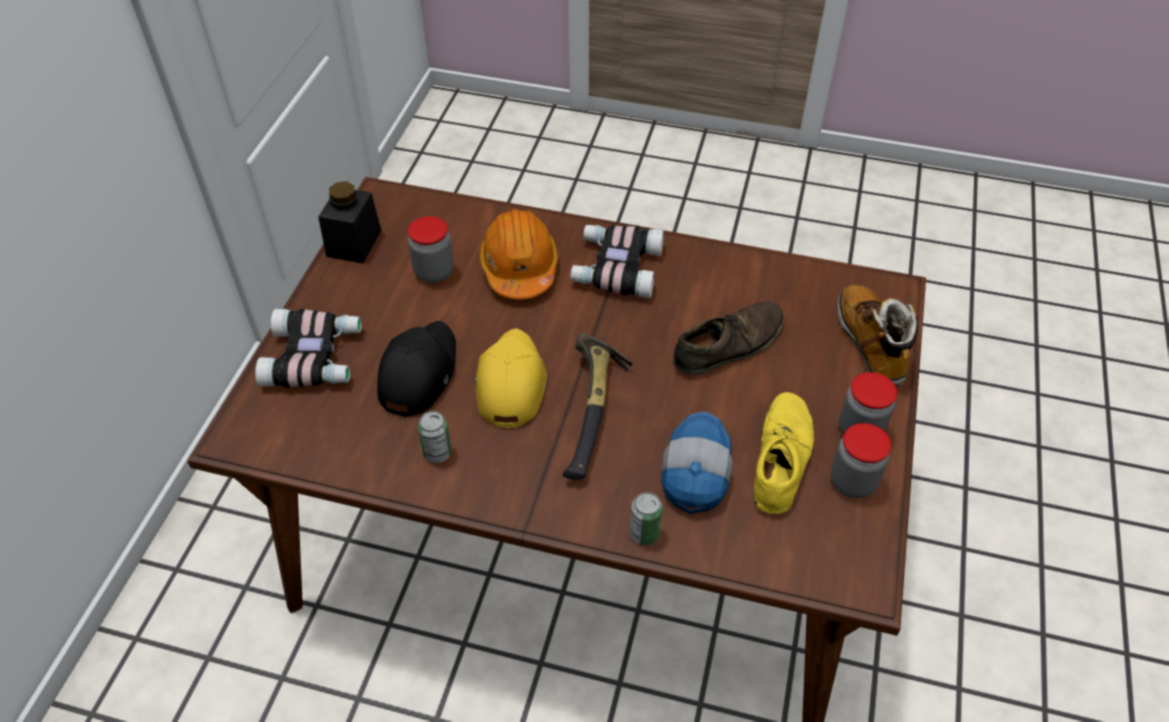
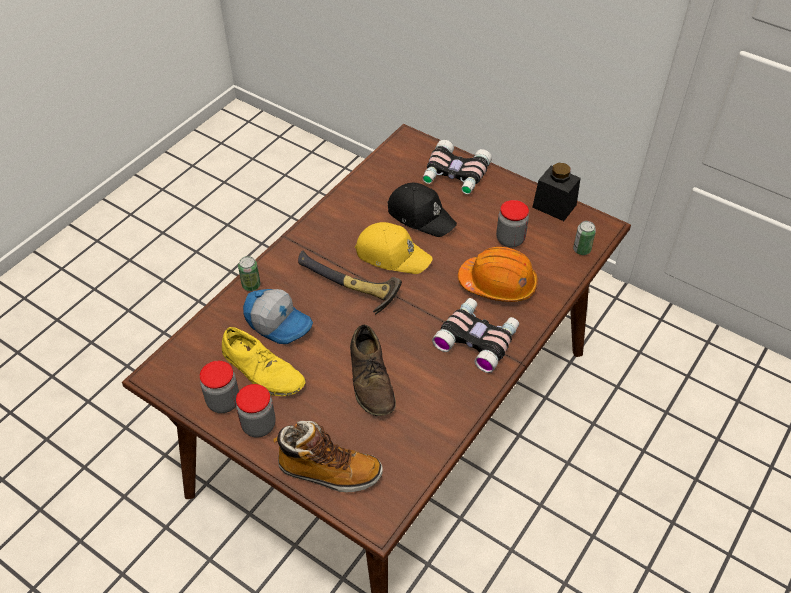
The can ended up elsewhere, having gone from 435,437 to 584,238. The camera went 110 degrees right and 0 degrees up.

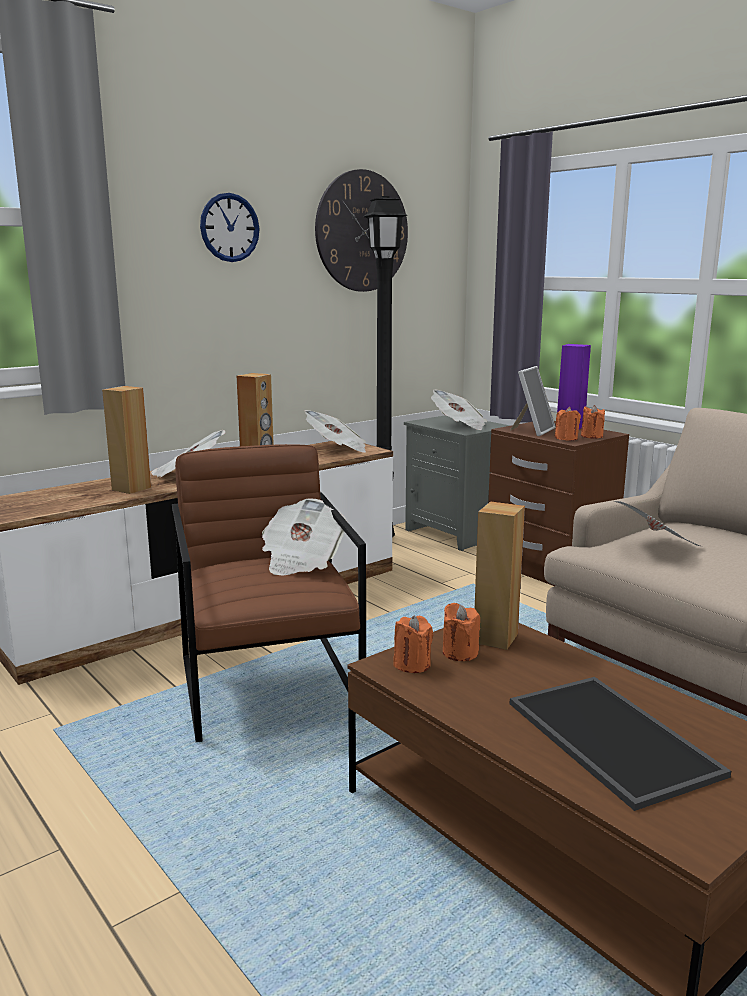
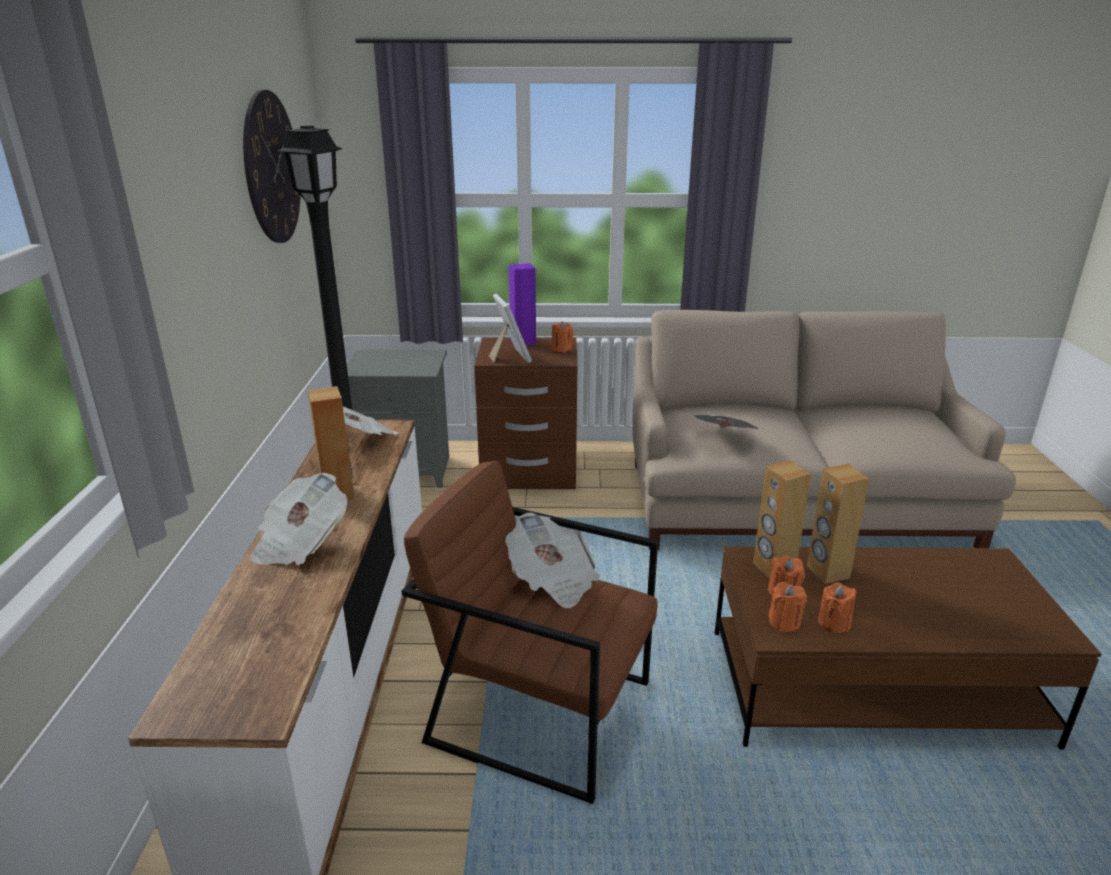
The second view lost the clock on the wall at 229,227. The brown audio speaker ended up elsewhere, having gone from 126,440 to 838,524. The second view lost the printed paper at 459,409. The orange candle ended up elsewhere, having gone from 568,423 to 837,607. The second view lost the serving tray at 620,744. The camera went 50 degrees left and 10 degrees up.

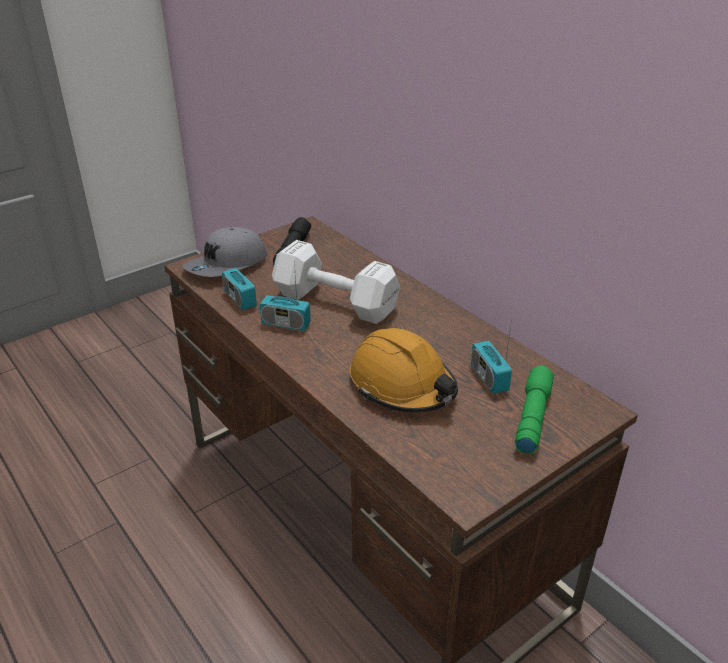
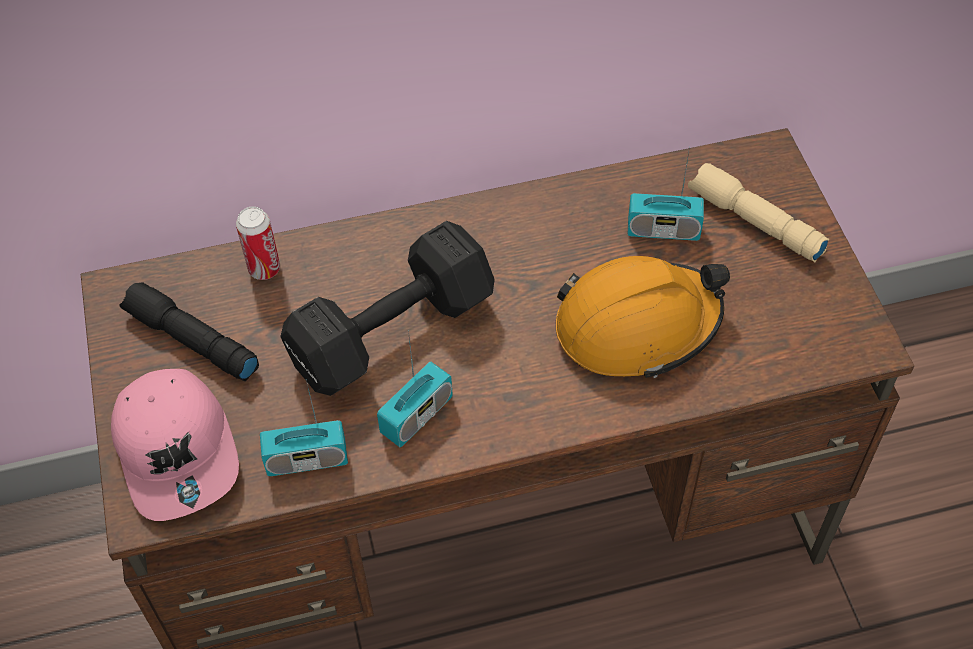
What was the gray peaked cap at 224,252 turned into the pink-coloured peaked cap at 175,445. What was the white-coloured free weight at 336,282 turned into the black free weight at 387,308. What was the greenish hand torch at 534,409 turned into the beige hand torch at 759,212. The second view gained the can at 258,243. The camera went 65 degrees left and 20 degrees up.

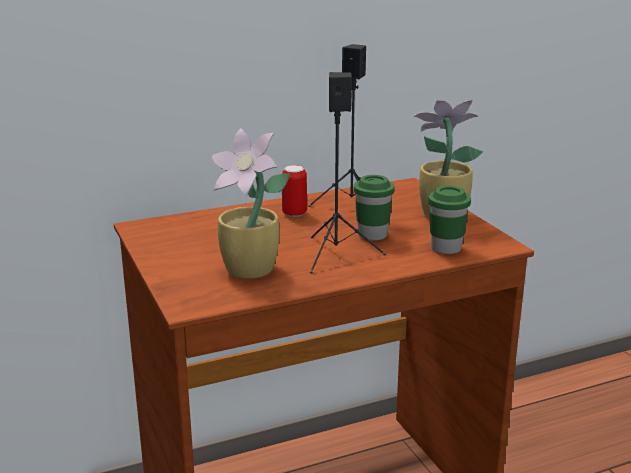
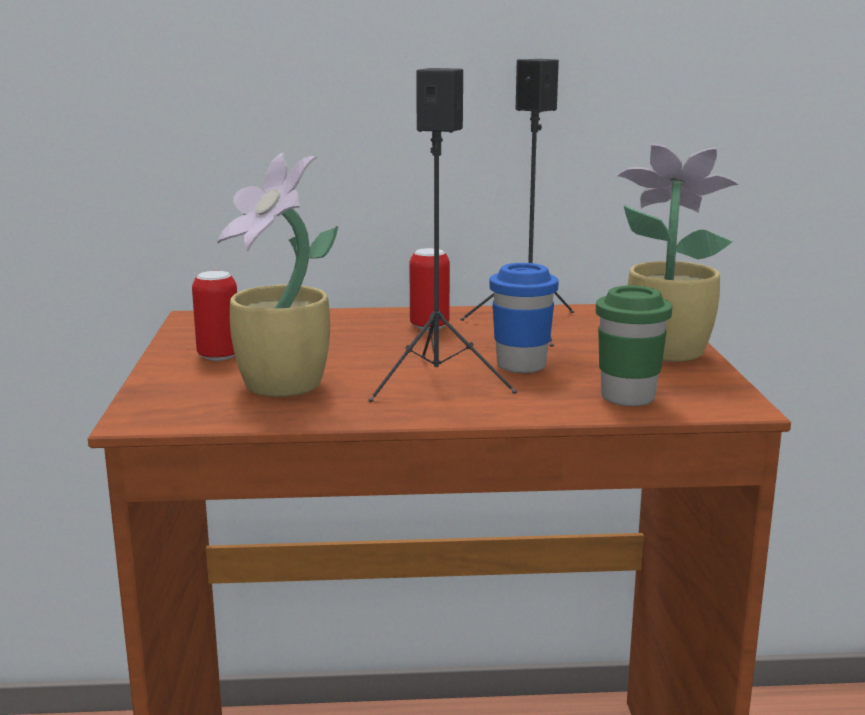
What was the greenish drinking cup at 374,208 turned into the blue-coloured drinking cup at 524,318. The second view gained the can at 214,316. The camera went 20 degrees right and 5 degrees down.

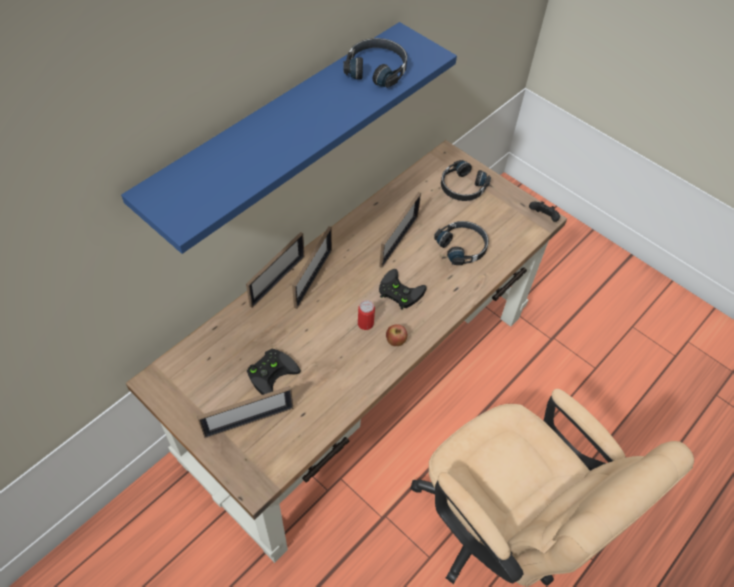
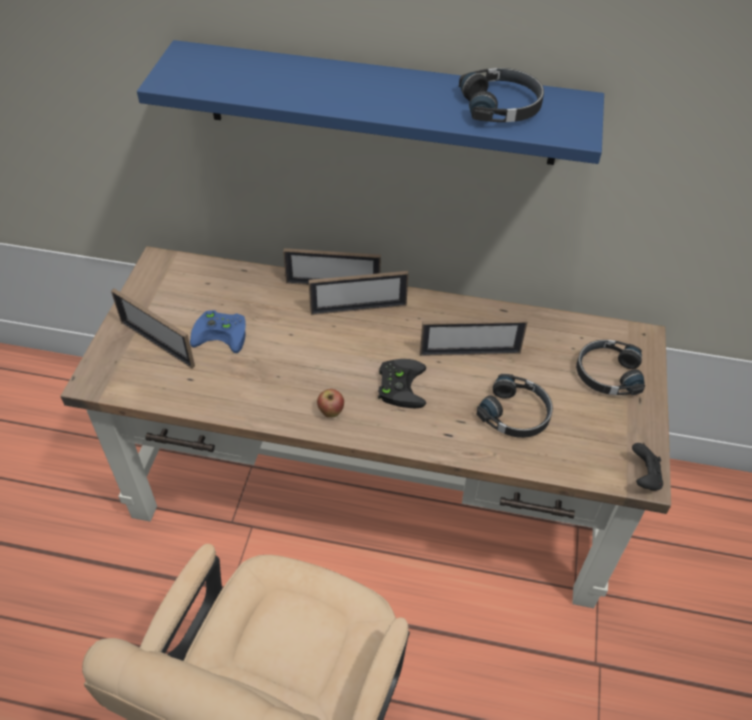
The second view lost the can at 366,315. What was the black game controller at 274,372 turned into the blue-coloured game controller at 218,331. The camera went 60 degrees right and 5 degrees down.

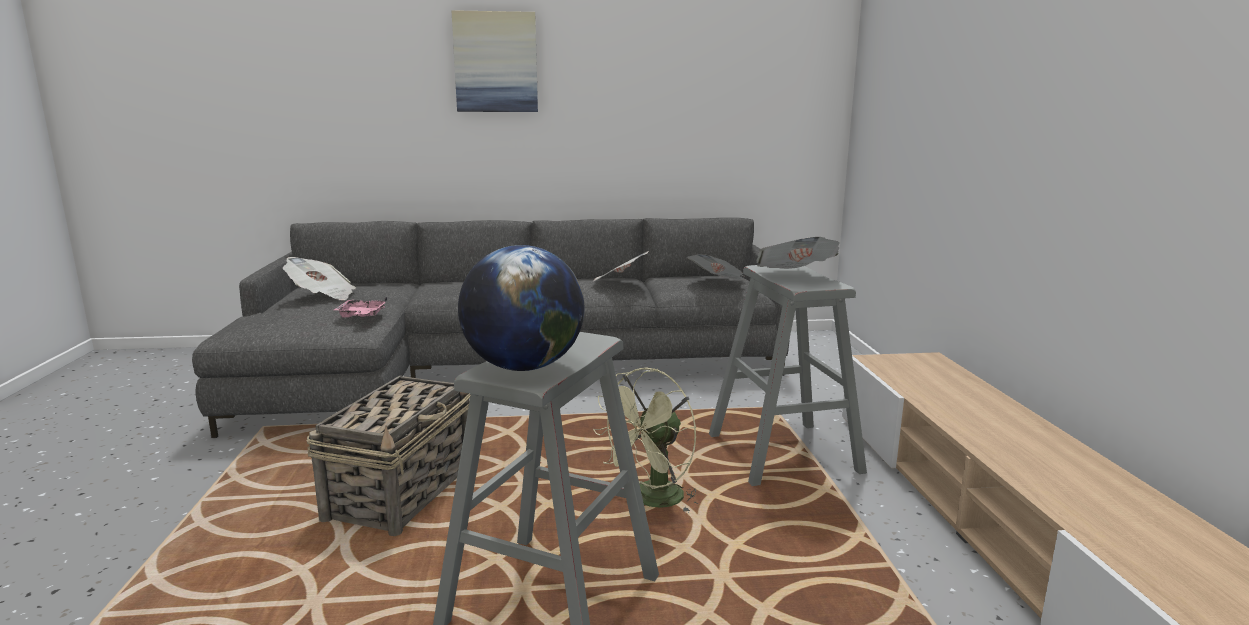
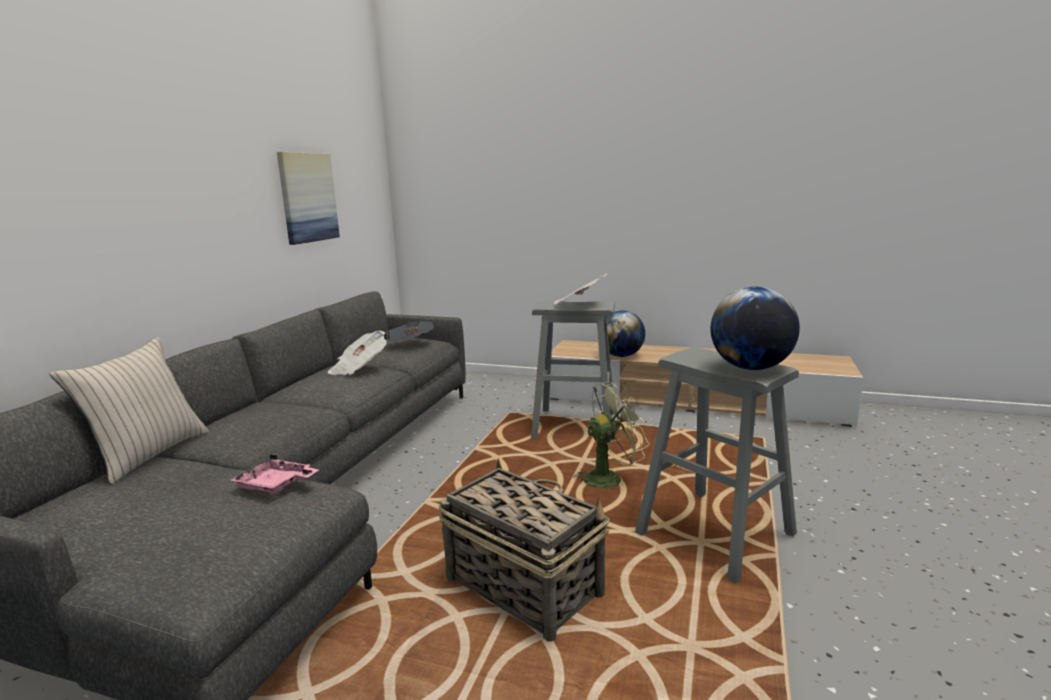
The picture ended up elsewhere, having gone from 494,61 to 308,198. The second view lost the printed paper at 319,278. The greenish cooling fan at 645,440 ended up facing another way, 90 degrees counterclockwise from before. The second view gained the desk globe at 625,333. The second view gained the beige pillow at 129,411. The camera went 65 degrees left and 0 degrees up.

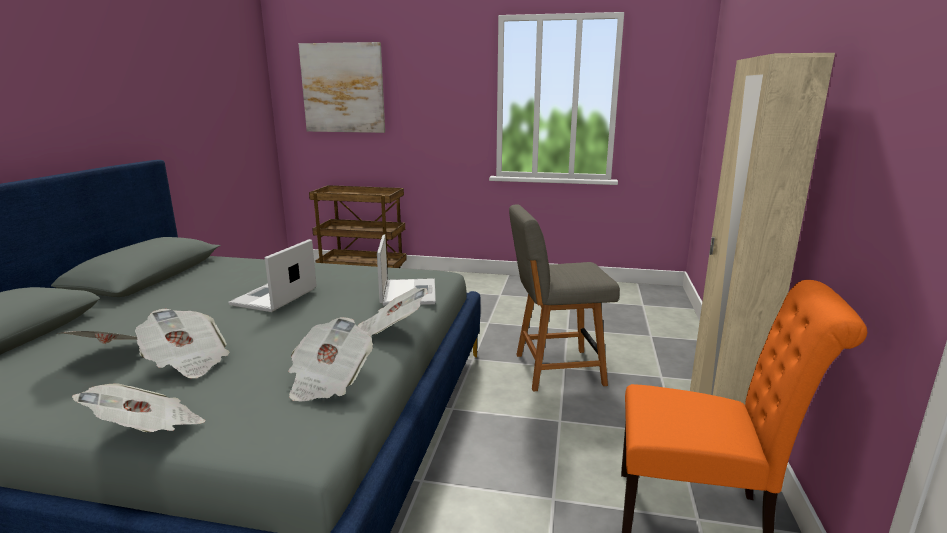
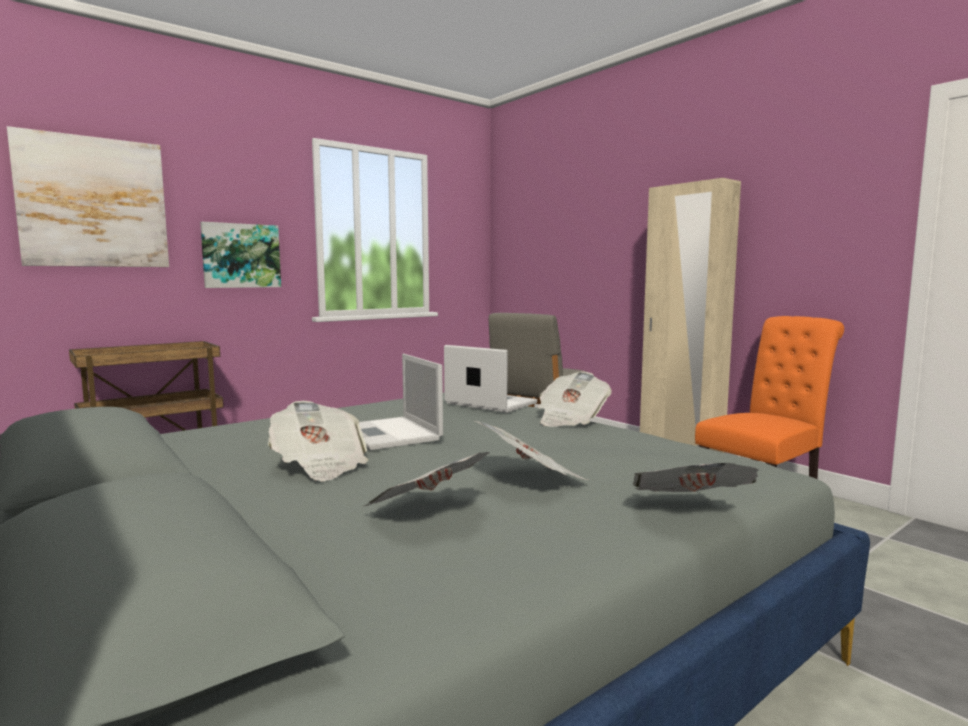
The printed paper ended up elsewhere, having gone from 330,359 to 318,441. The second view gained the picture at 240,255. The camera went 50 degrees left and 10 degrees down.

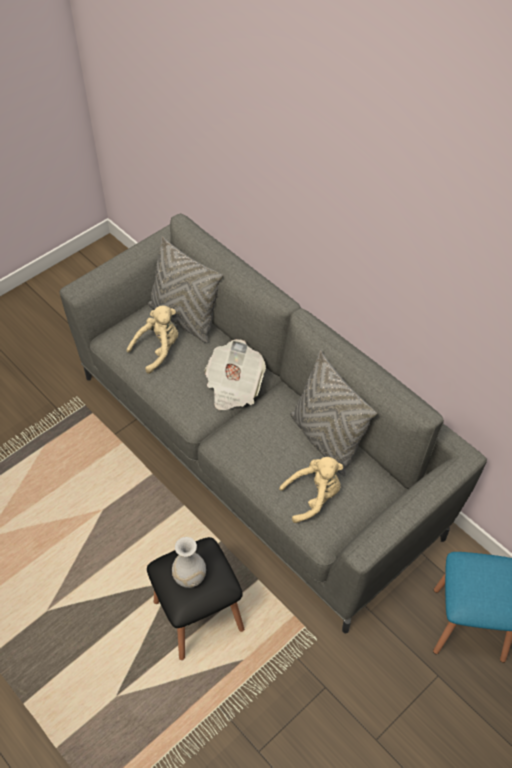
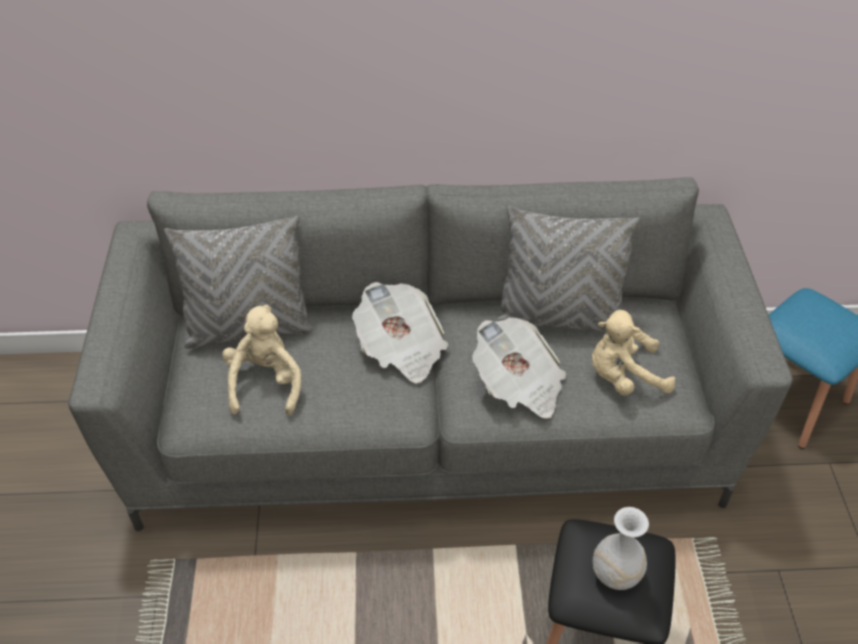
The beige soft toy at 311,490 ended up facing another way, 120 degrees counterclockwise from before. The second view gained the printed paper at 519,368. The camera went 50 degrees left and 5 degrees down.

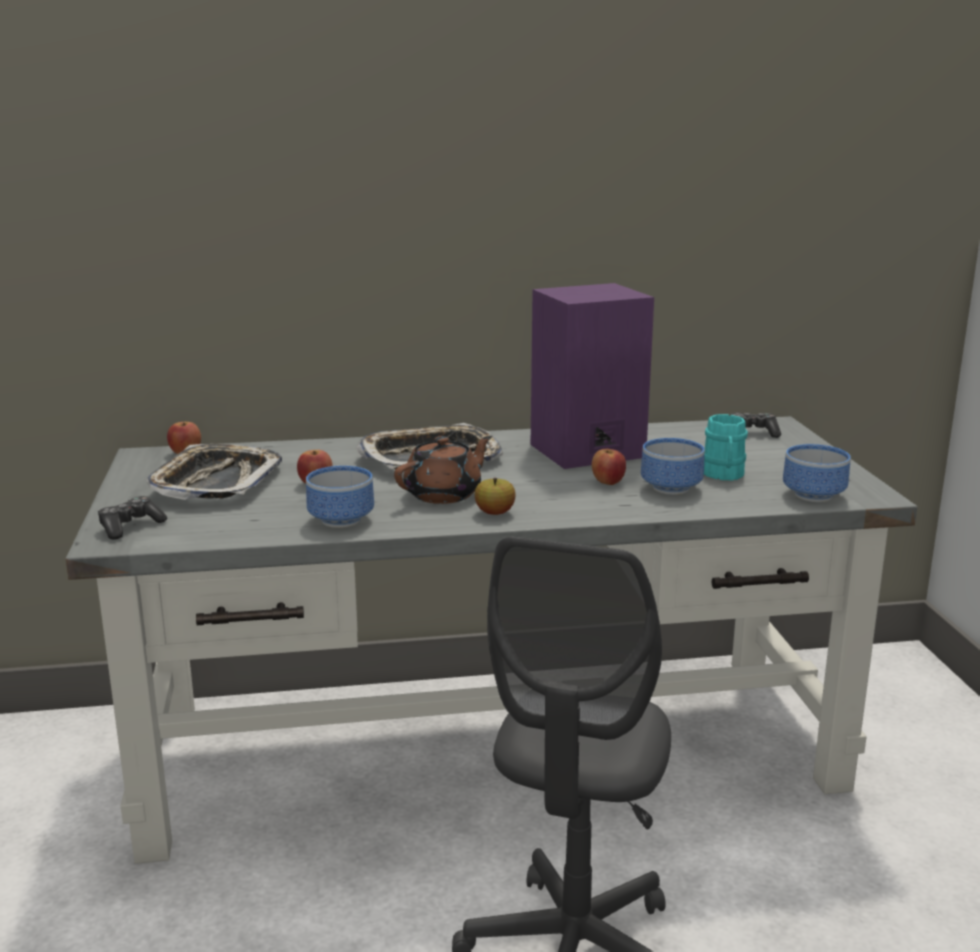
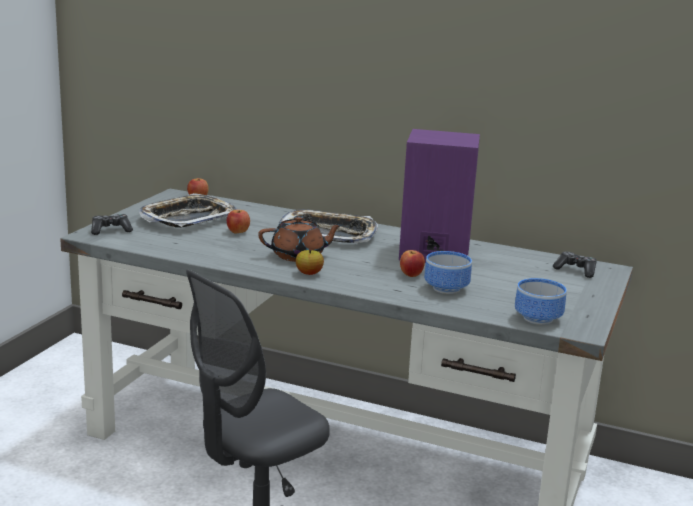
The second view lost the turquoise-coloured tea mug at 726,447. The second view lost the serving bowl at 340,497. The camera went 30 degrees right and 0 degrees up.

